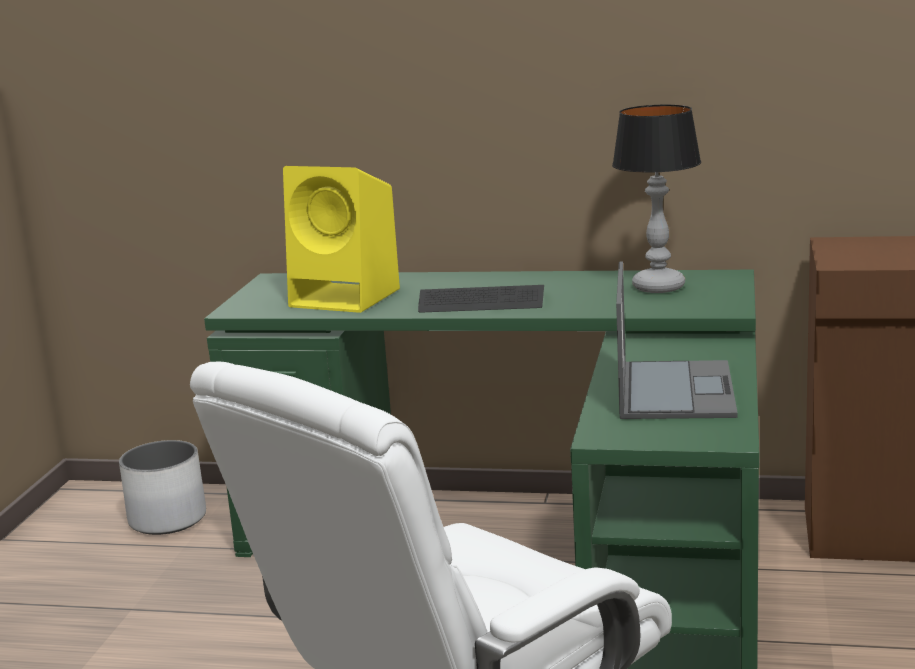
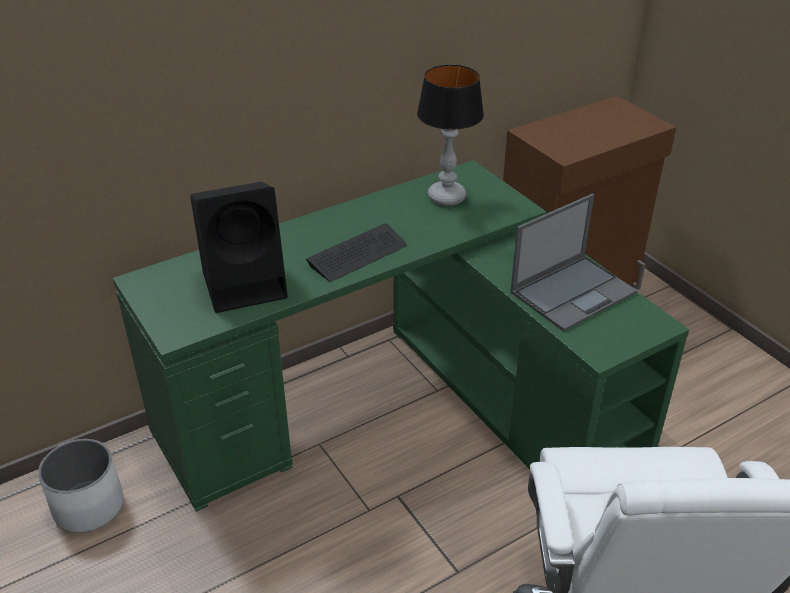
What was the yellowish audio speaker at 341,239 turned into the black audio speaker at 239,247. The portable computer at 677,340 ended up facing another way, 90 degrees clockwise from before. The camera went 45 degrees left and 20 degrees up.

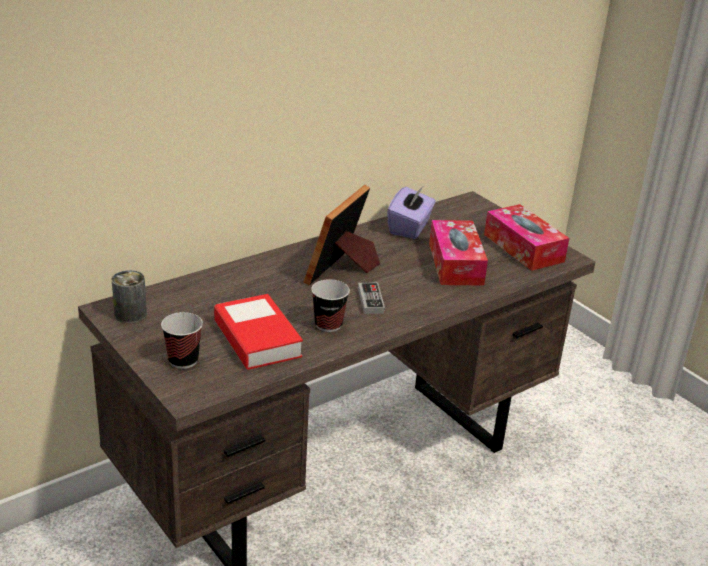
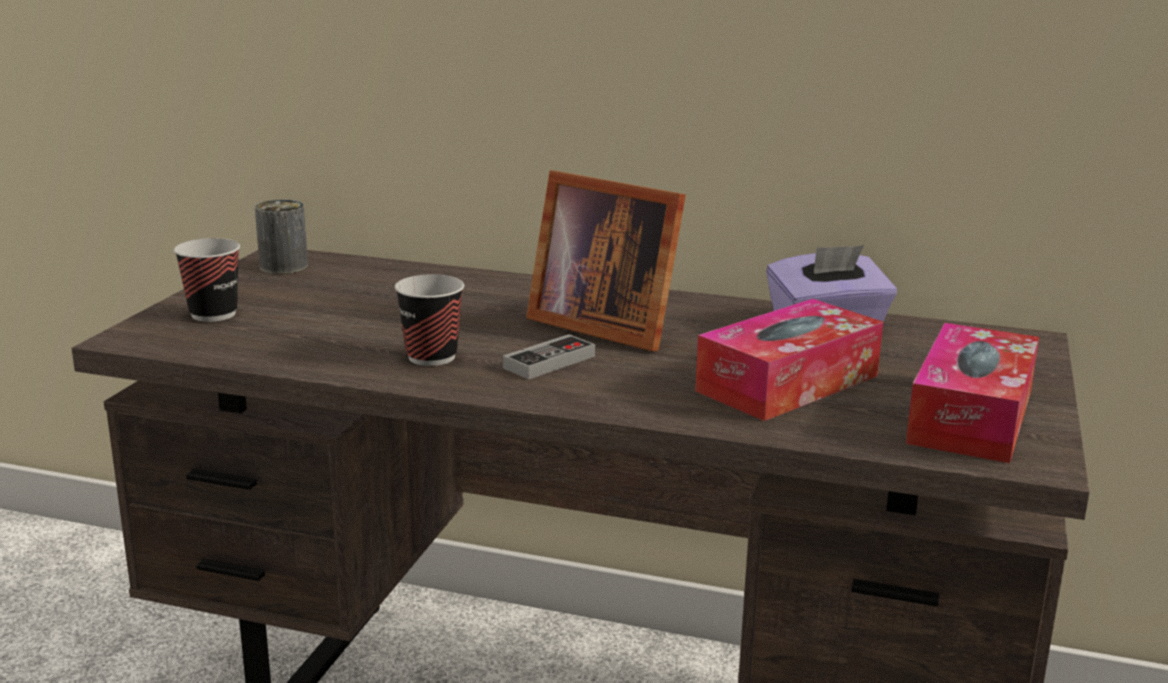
The picture frame at 342,235 ended up facing another way, 135 degrees counterclockwise from before. The second view lost the volume at 258,332. The camera went 55 degrees right and 10 degrees down.

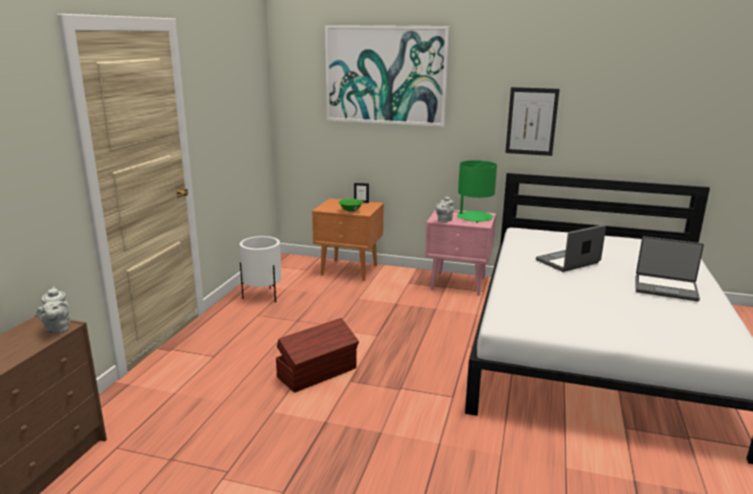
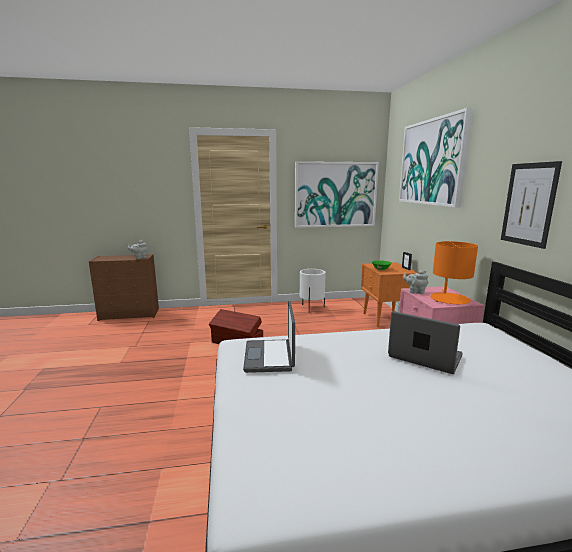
What was the greenish lamp for a table at 475,191 turned into the orange lamp for a table at 454,272. The portable computer ended up elsewhere, having gone from 669,268 to 269,337. The second view gained the picture at 337,194. The camera went 65 degrees right and 5 degrees down.

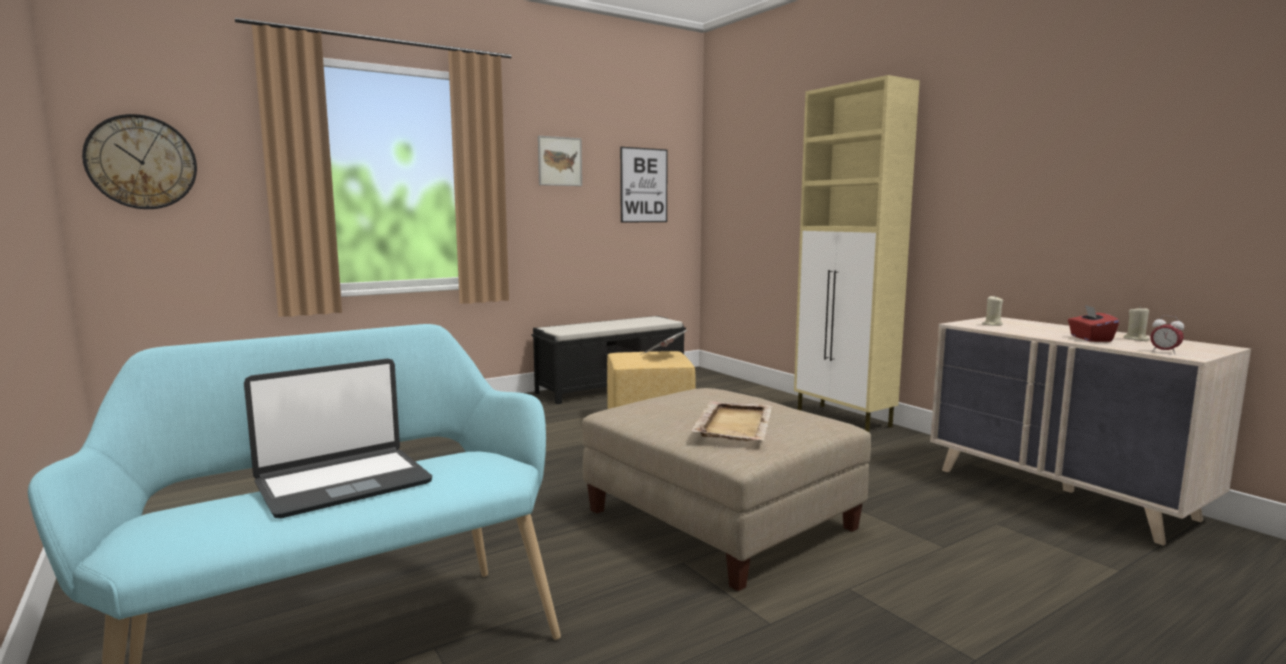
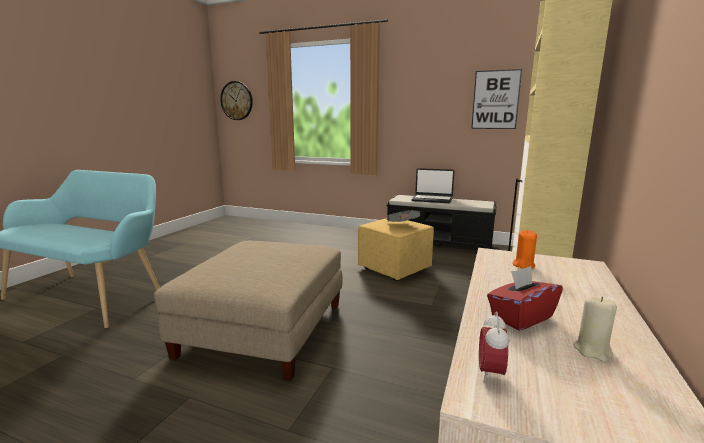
The second view lost the picture at 560,161. What was the beige candle at 992,311 turned into the orange candle at 524,249. The portable computer ended up elsewhere, having gone from 338,438 to 432,185. The second view lost the beige serving tray at 732,421. The camera went 55 degrees right and 5 degrees up.

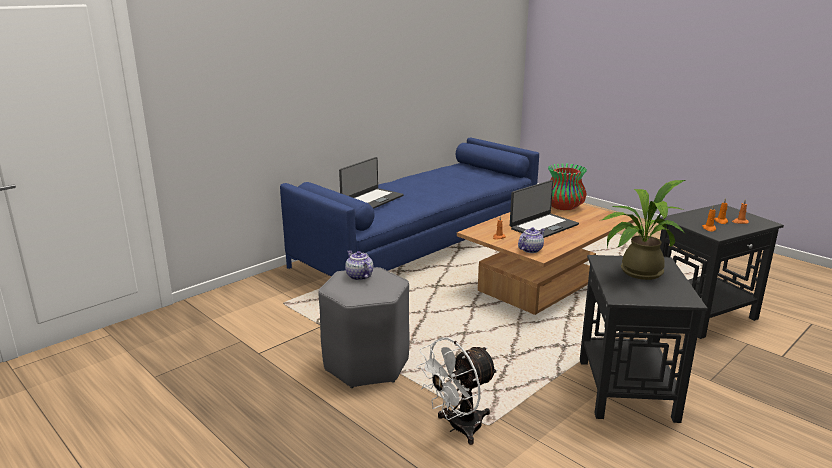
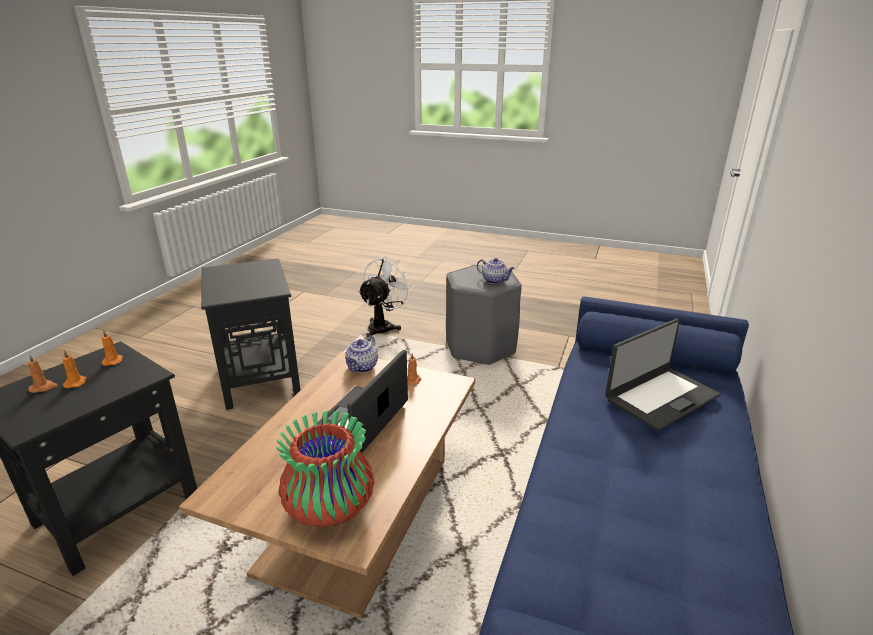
The portable computer at 371,183 ended up facing another way, 135 degrees counterclockwise from before. The second view lost the potted plant at 644,230. The camera went 155 degrees right and 5 degrees up.

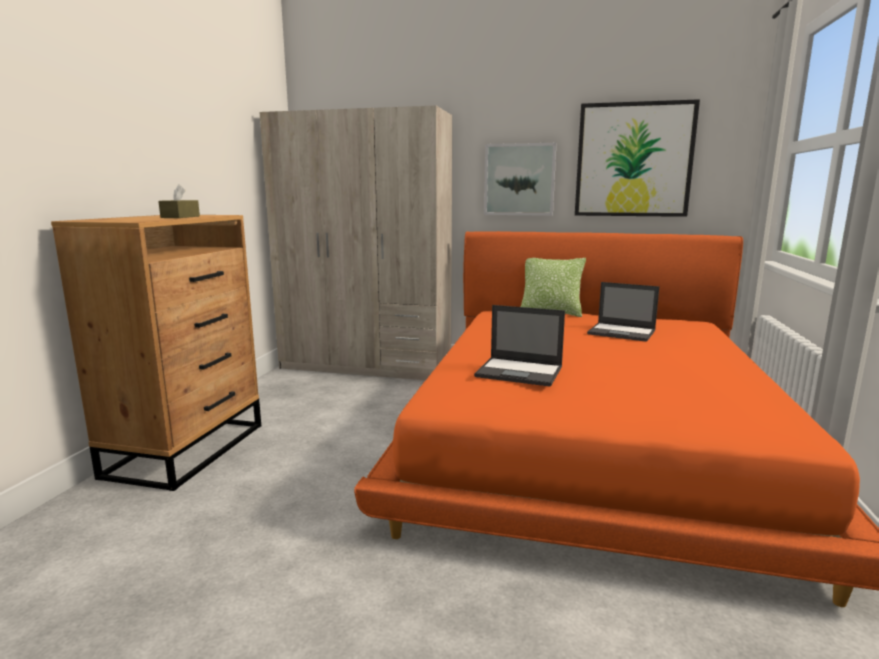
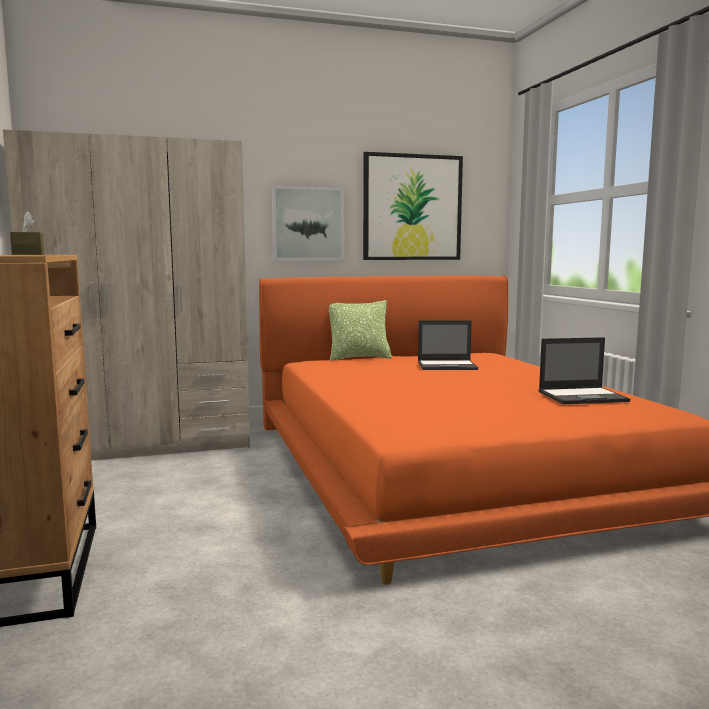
The portable computer ended up elsewhere, having gone from 519,346 to 584,370. The camera went 30 degrees left and 5 degrees down.

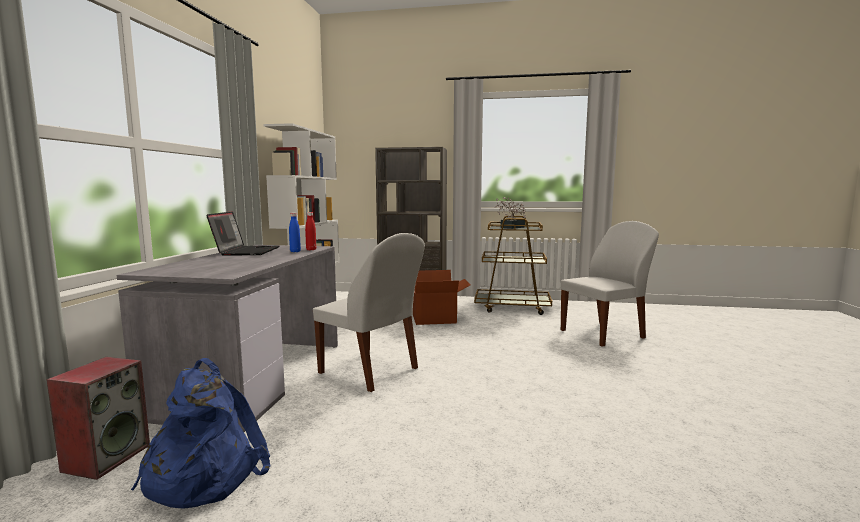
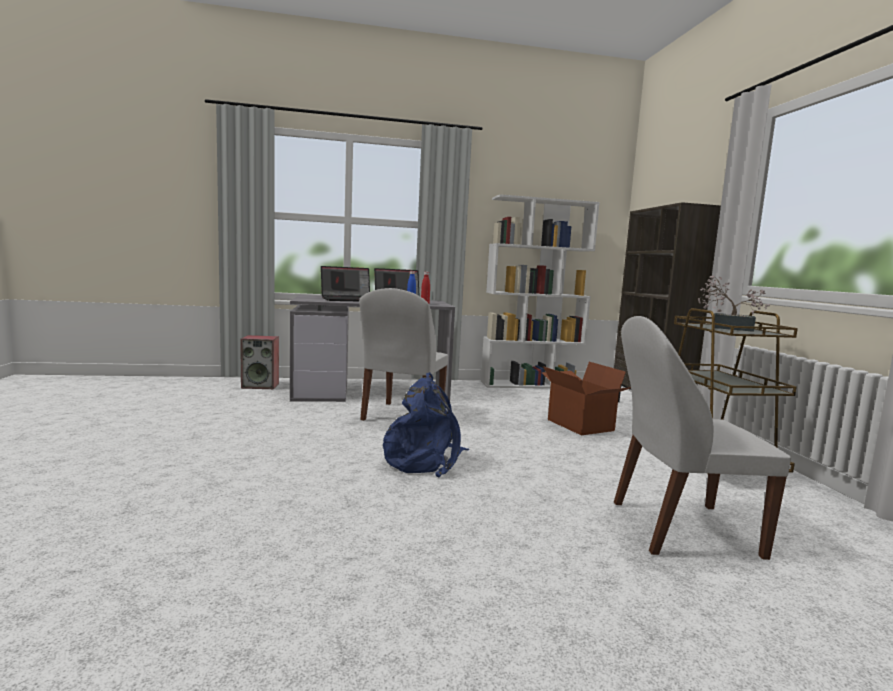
The white-coloured upright chair at 610,284 ended up facing another way, 135 degrees clockwise from before. The blue-coloured backpack ended up elsewhere, having gone from 200,433 to 426,424. The second view gained the portable computer at 345,283. The camera went 70 degrees right and 0 degrees up.

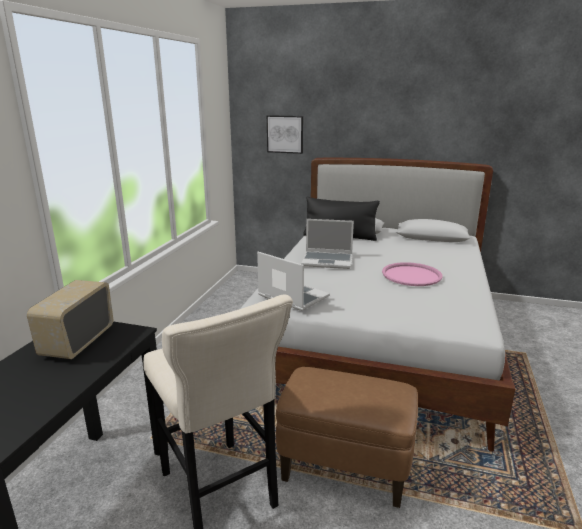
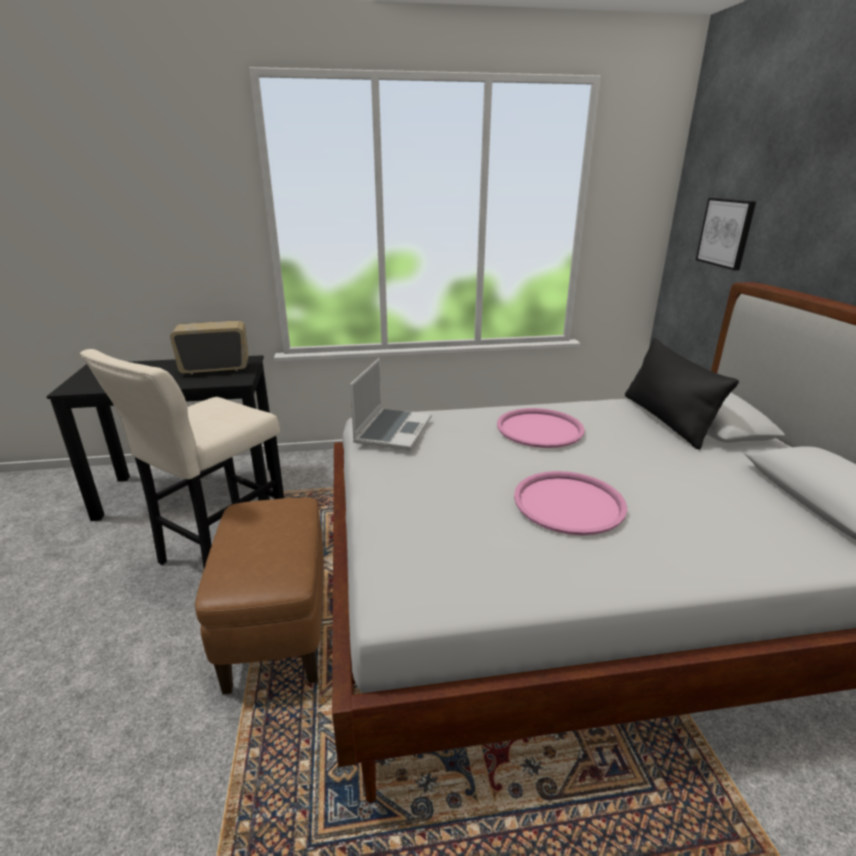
Where the portable computer stood at 327,244, the pink-coloured serving tray came to stand at 541,428. The camera went 65 degrees right and 5 degrees up.

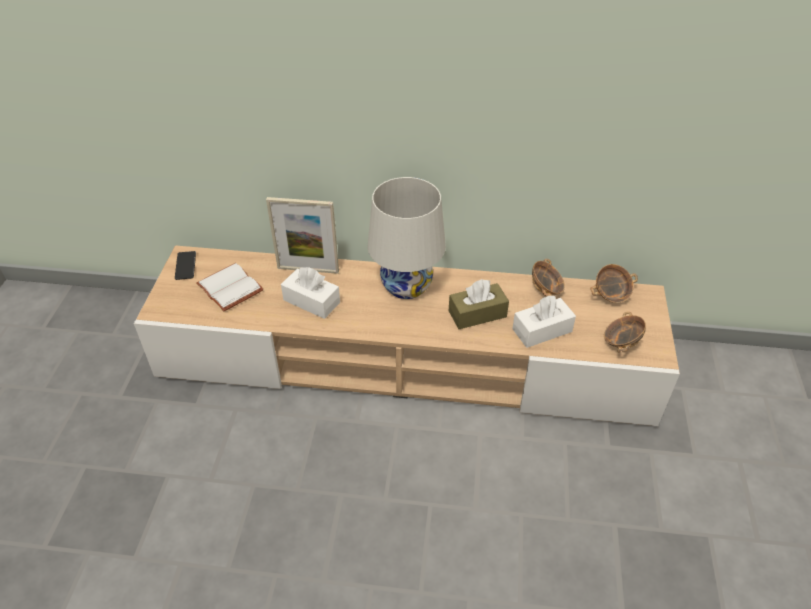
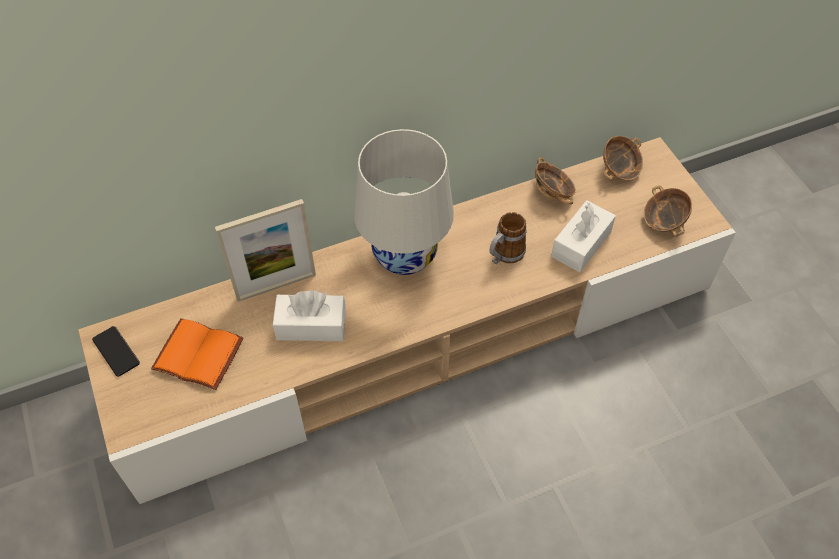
What was the white-coloured volume at 230,287 turned into the orange volume at 197,354. Where the brown box of tissues stood at 479,304, the tea mug came to stand at 508,238. The camera went 30 degrees left and 10 degrees up.

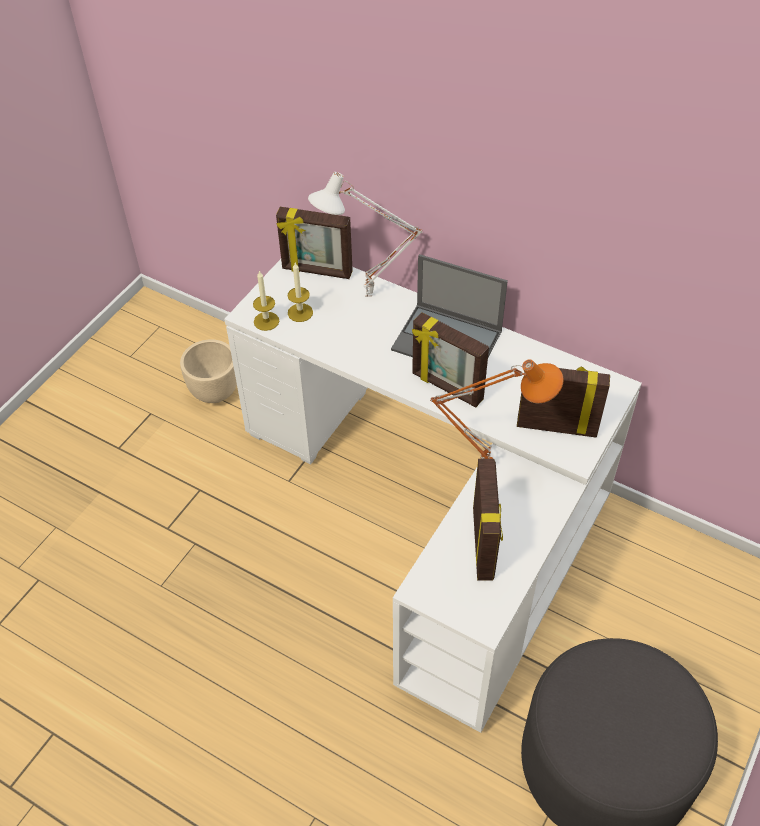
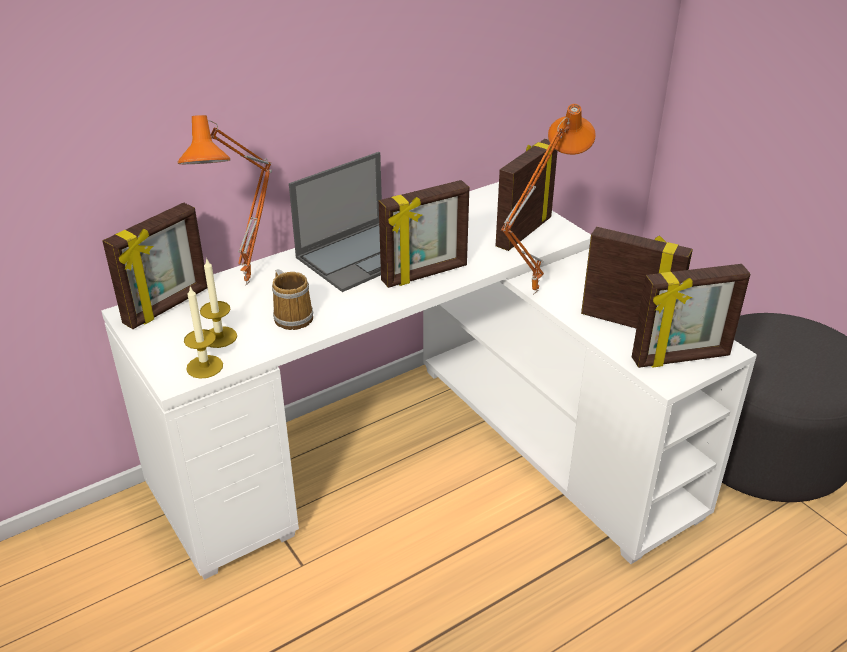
What was the white-coloured lamp for a table at 365,234 turned into the orange lamp for a table at 225,200. The second view lost the beige planter at 208,371. The second view gained the picture frame at 691,316. The second view gained the tea mug at 293,299. The camera went 65 degrees left and 15 degrees down.

